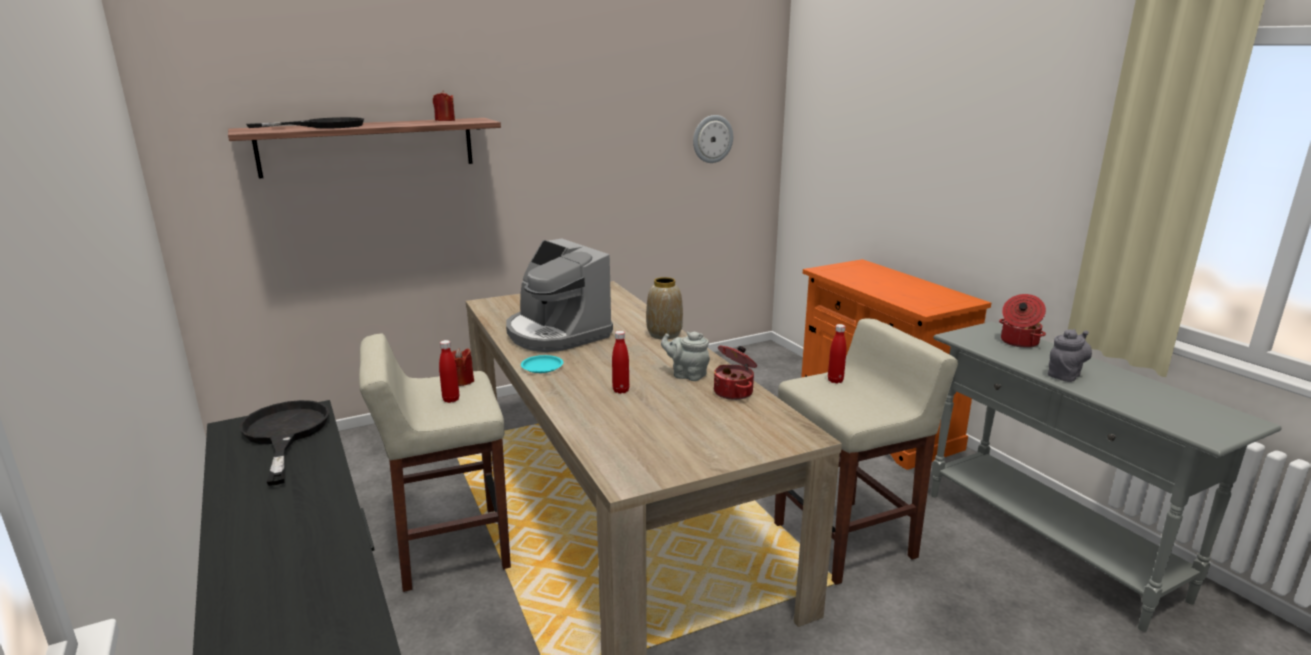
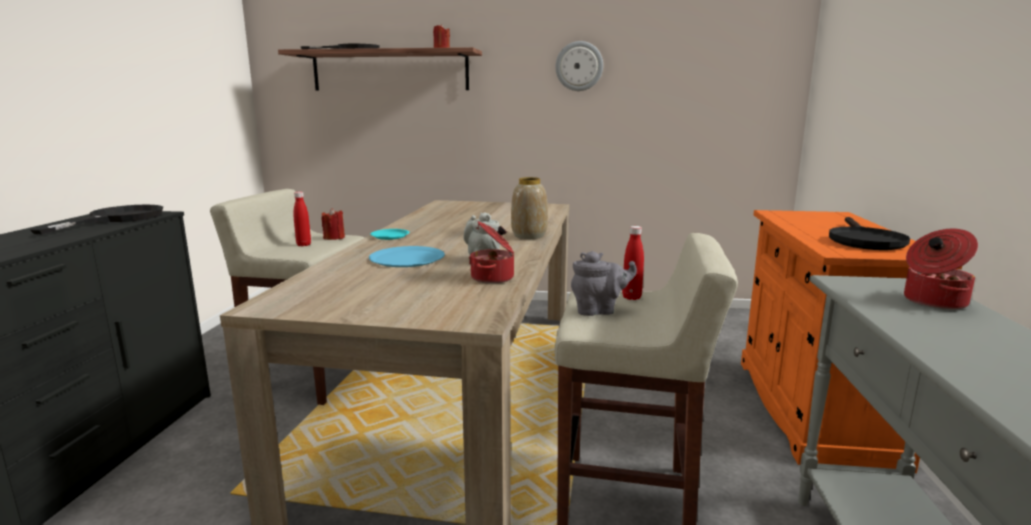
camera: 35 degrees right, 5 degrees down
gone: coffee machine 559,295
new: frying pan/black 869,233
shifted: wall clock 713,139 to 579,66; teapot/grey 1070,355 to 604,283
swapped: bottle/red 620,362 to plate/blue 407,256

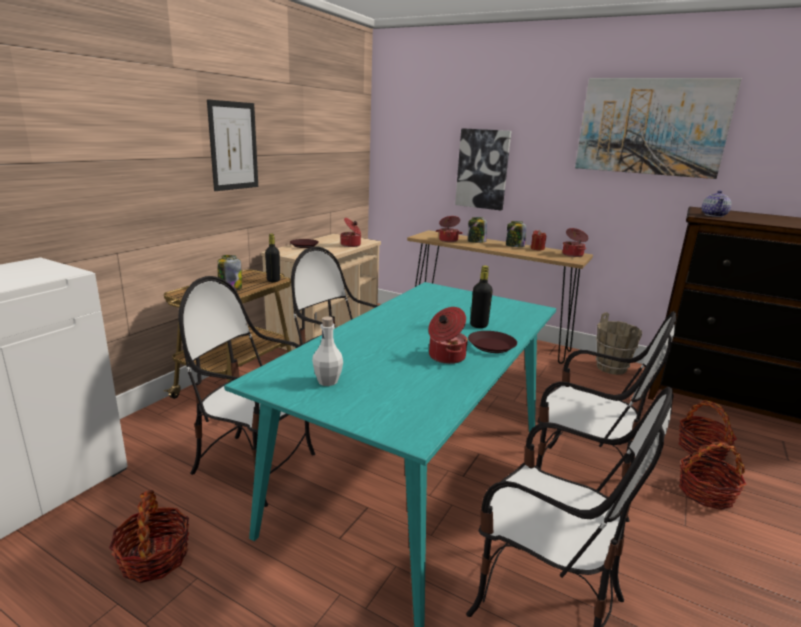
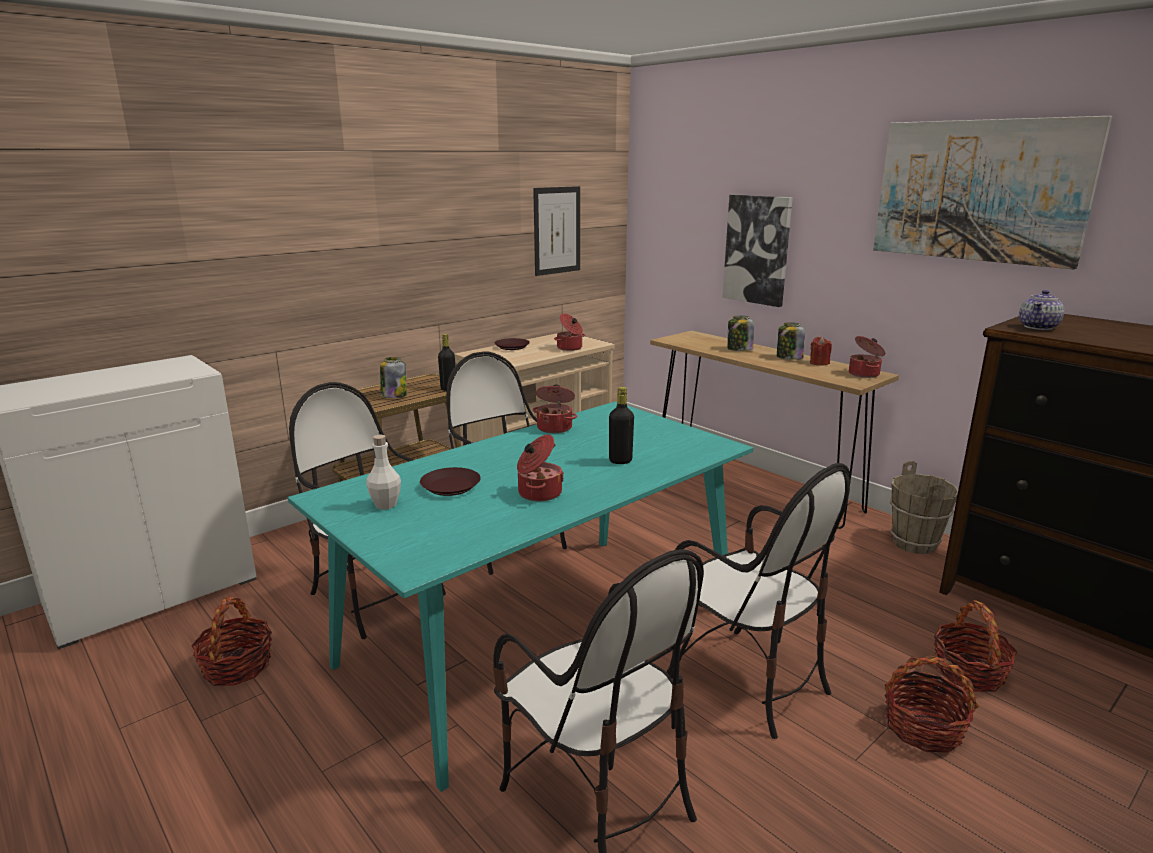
camera: 20 degrees right, 0 degrees up
shifted: picture 232,145 to 556,231; cooking pot 449,229 to 555,408; plate/brown 492,342 to 450,481

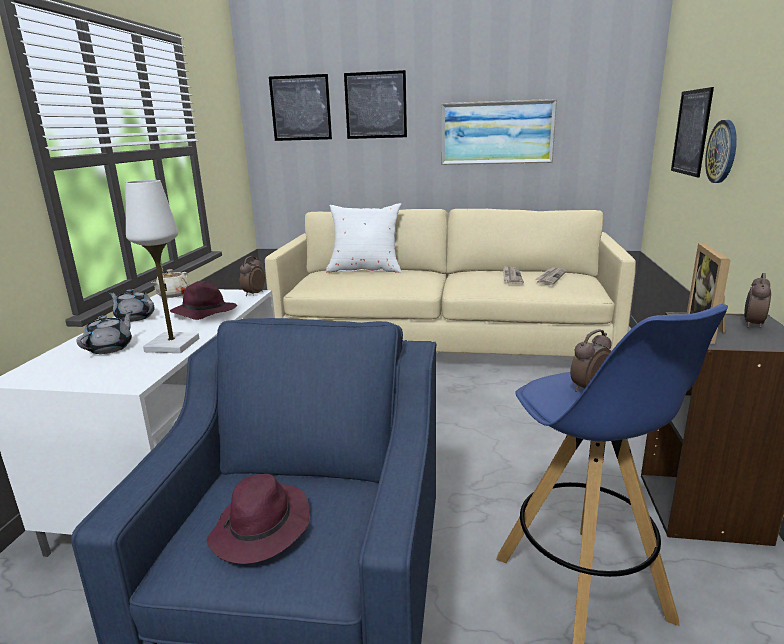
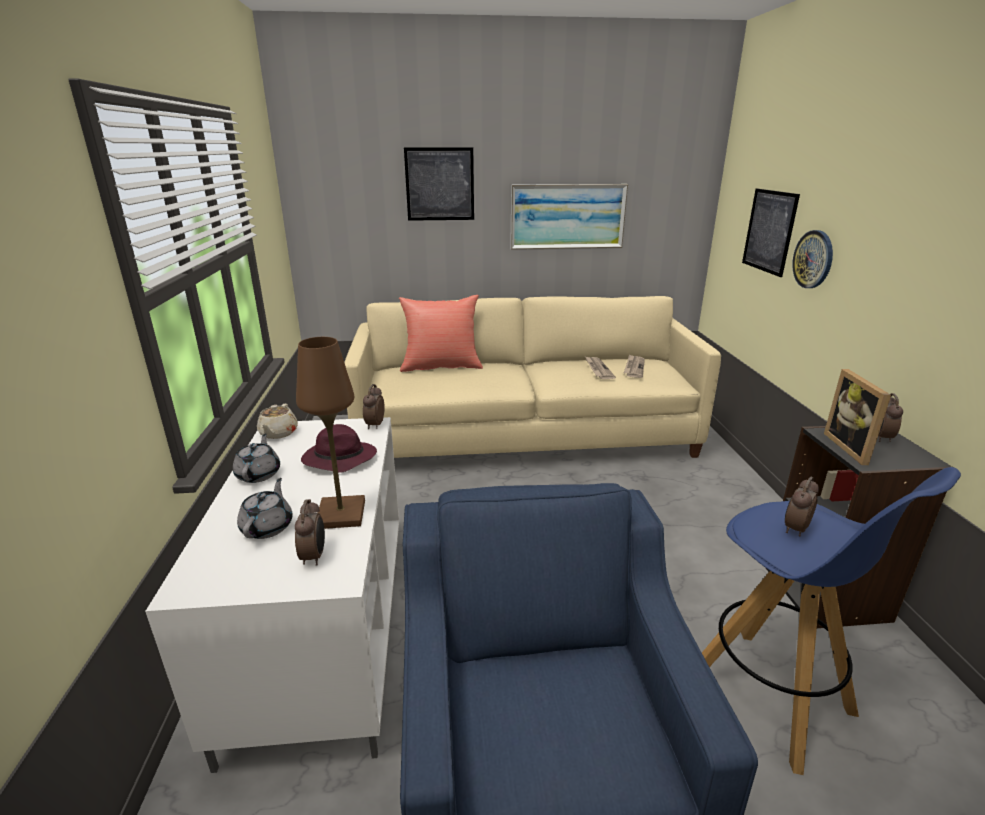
camera: 15 degrees left, 5 degrees up
gone: picture 300,107; hat/purple 258,519
new: alarm clock 310,532
repainted: table lamp/white 162,266 to table lamp/brown 330,433; pillow/white 364,238 to pillow/red 441,333
rotated: teapot/grey 132,305 = 256,458 75 degrees clockwise

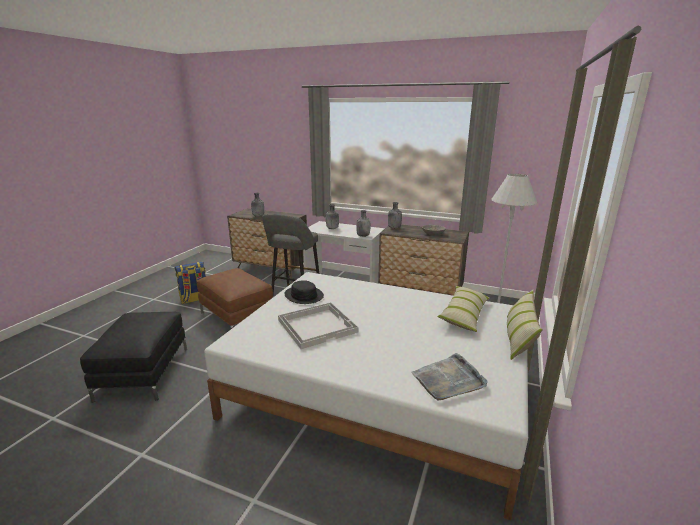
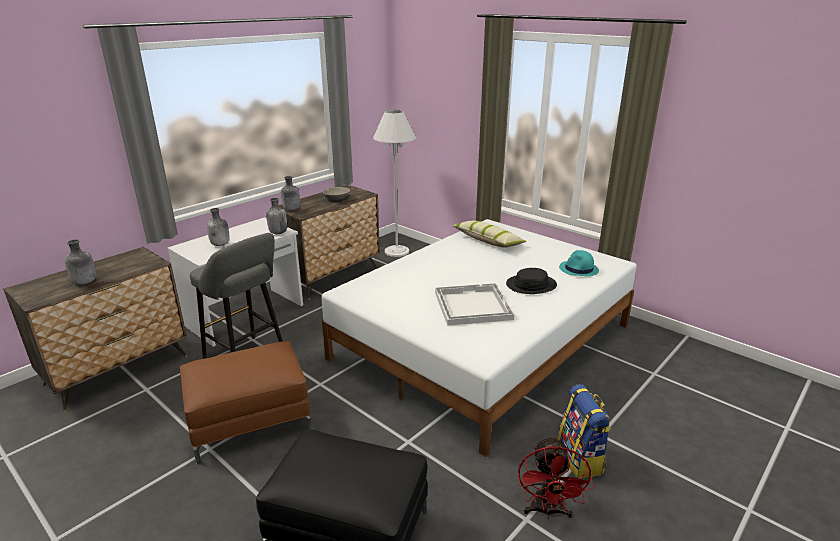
camera: 70 degrees left, 5 degrees up
gone: pillow 525,325
new: fan/red 555,477
shifted: backpack 190,283 to 584,431; hat/black 304,292 to 531,281
swapped: tray/grey 449,376 to hat/turquoise 579,263

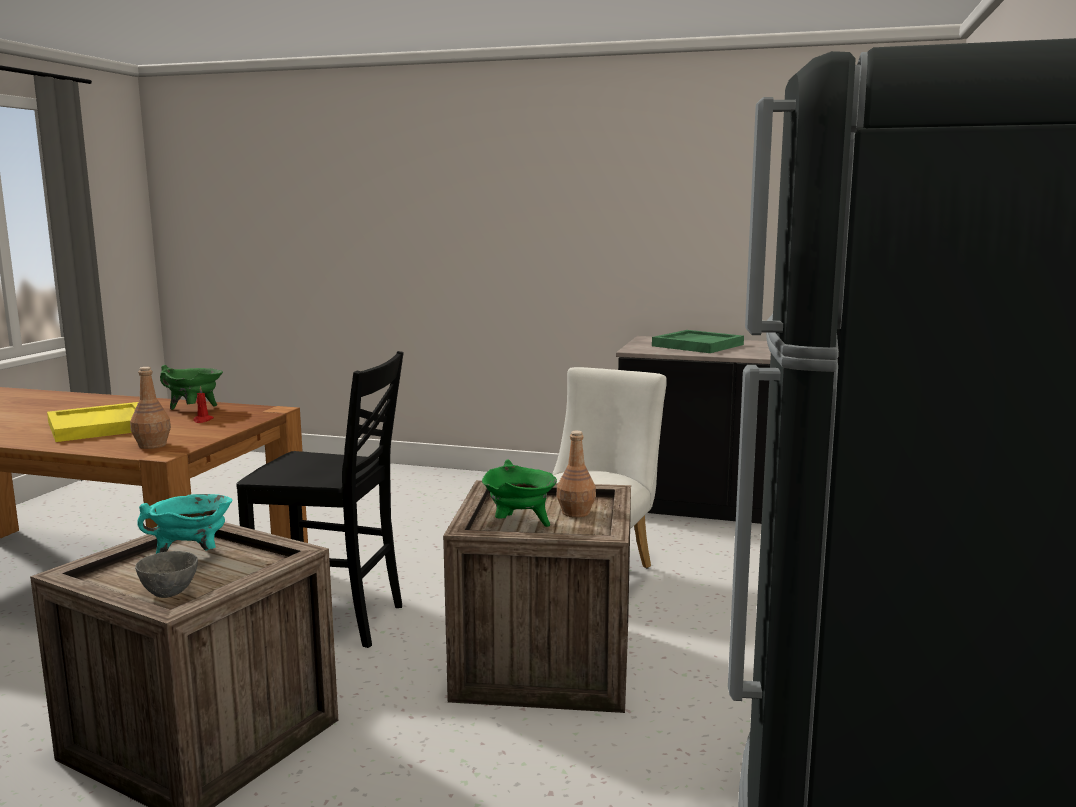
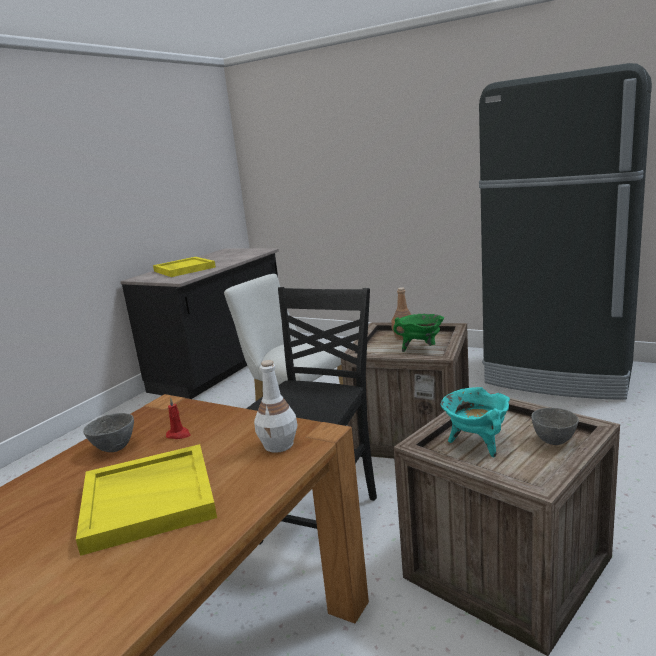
camera: 75 degrees left, 5 degrees up
swapped: cooking pot/green 191,387 to bowl/grey 108,432
repainted: tray/green 698,341 to tray/yellow 184,267; bottle/brown 150,408 to bottle/white 275,406

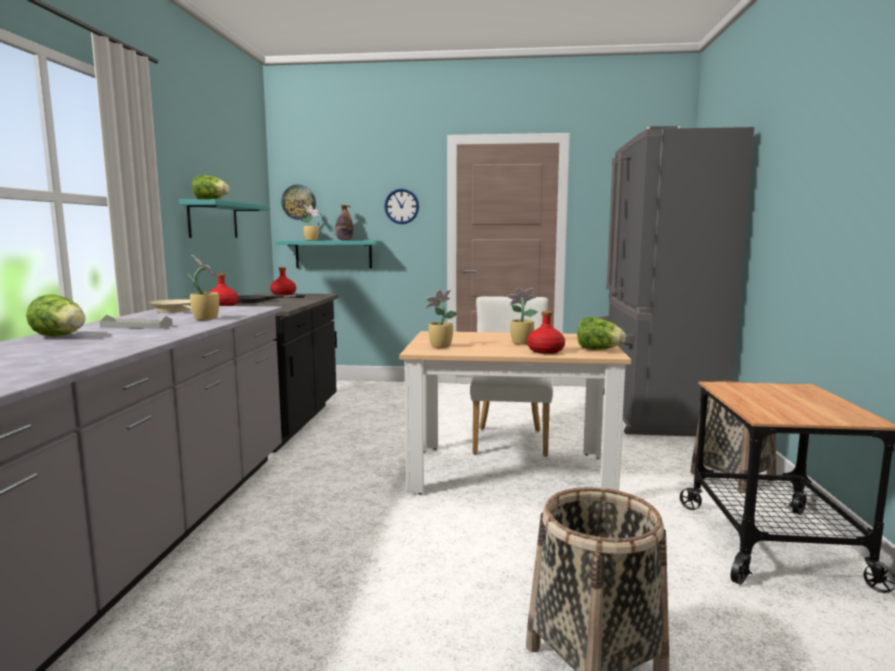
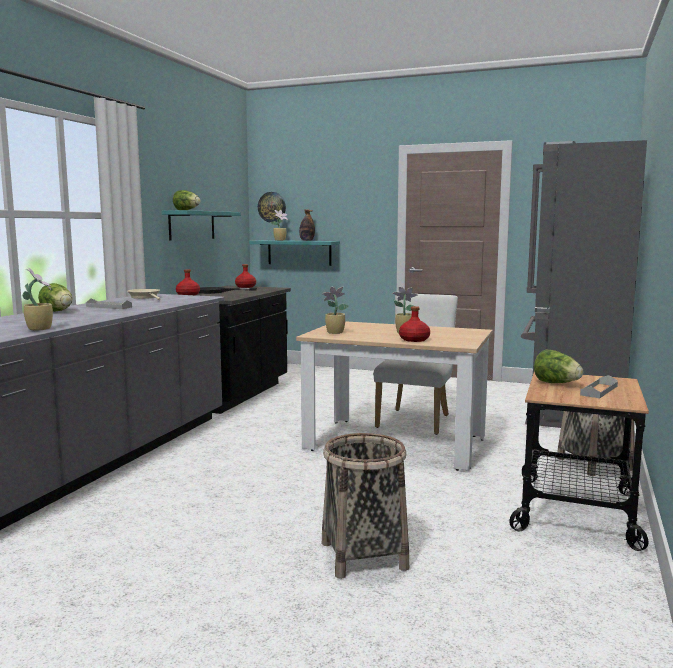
camera: 15 degrees right, 0 degrees up
gone: wall clock 401,206
new: tray/grey 599,386
shifted: potted plant 203,287 to 38,298; lettuce 601,333 to 558,366

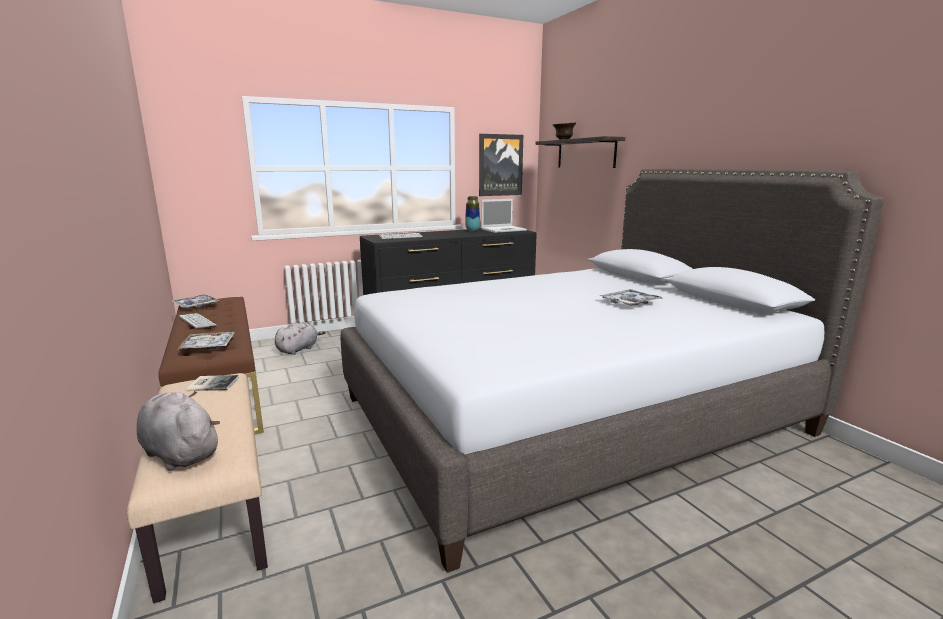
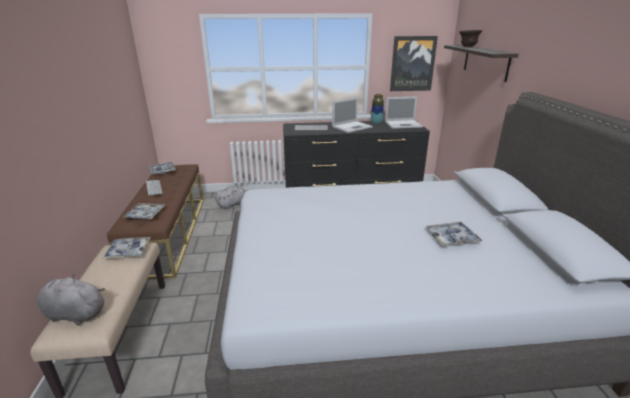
camera: 20 degrees right, 10 degrees up
new: laptop 352,115
swapped: book 212,383 to tray 127,247
rotated: plush toy/grey 178,431 = 71,299 45 degrees counterclockwise

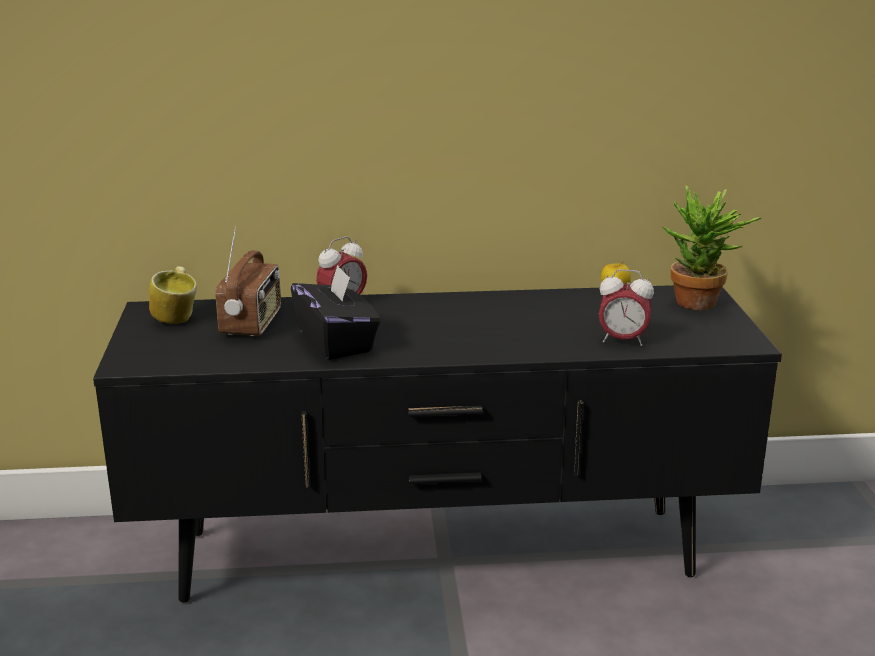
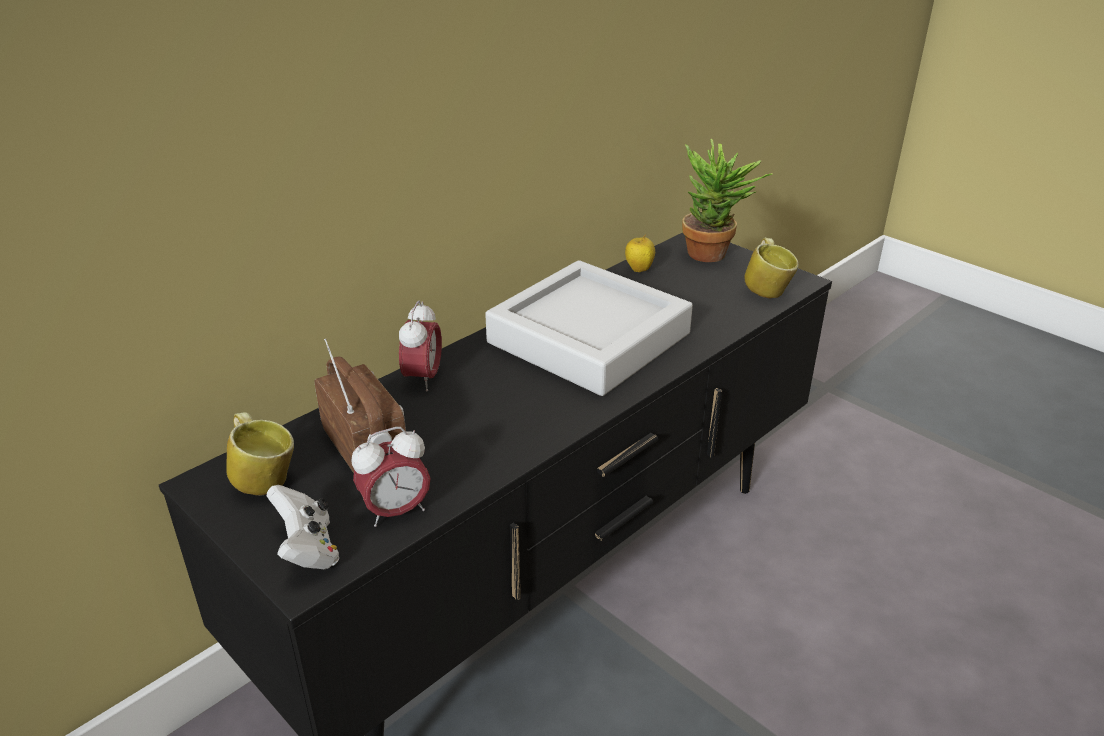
camera: 40 degrees left, 10 degrees up
gone: tissue box/black 336,312
new: mug 771,268; tray/grey 589,328; game controller/white 303,527
shifted: alarm clock 626,307 to 391,477

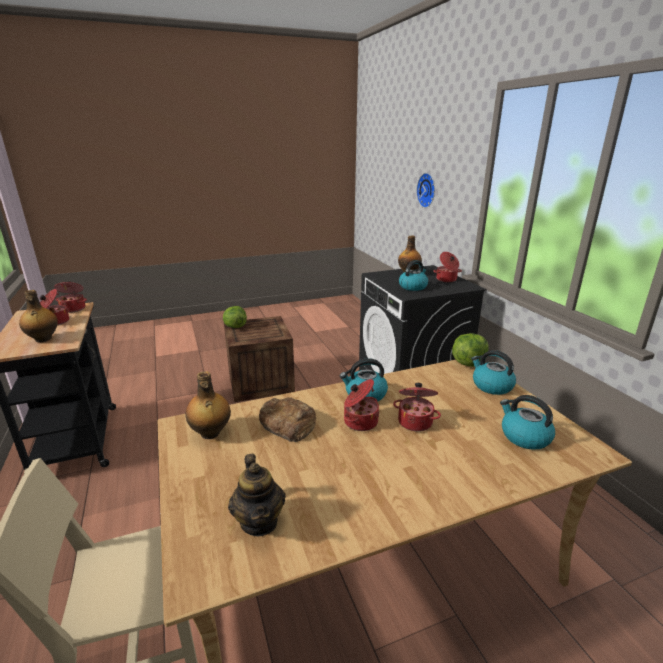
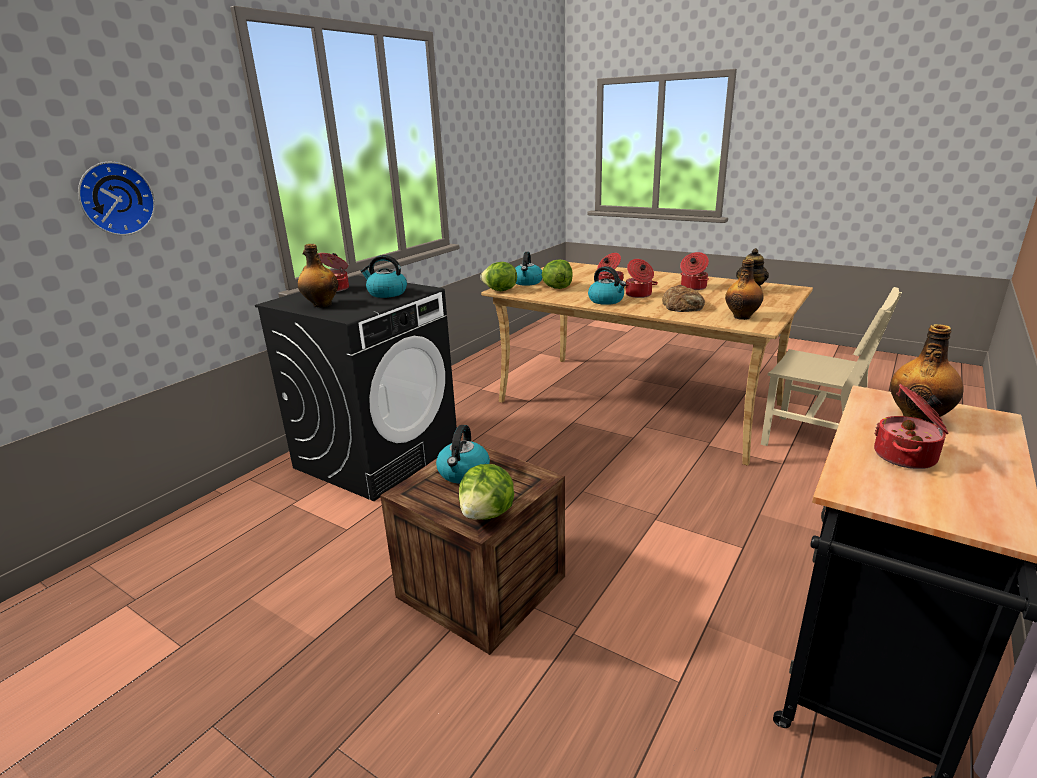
camera: 125 degrees left, 0 degrees up
new: lettuce 557,274
shifted: cooking pot 70,297 to 694,271; kettle 527,422 to 463,454

